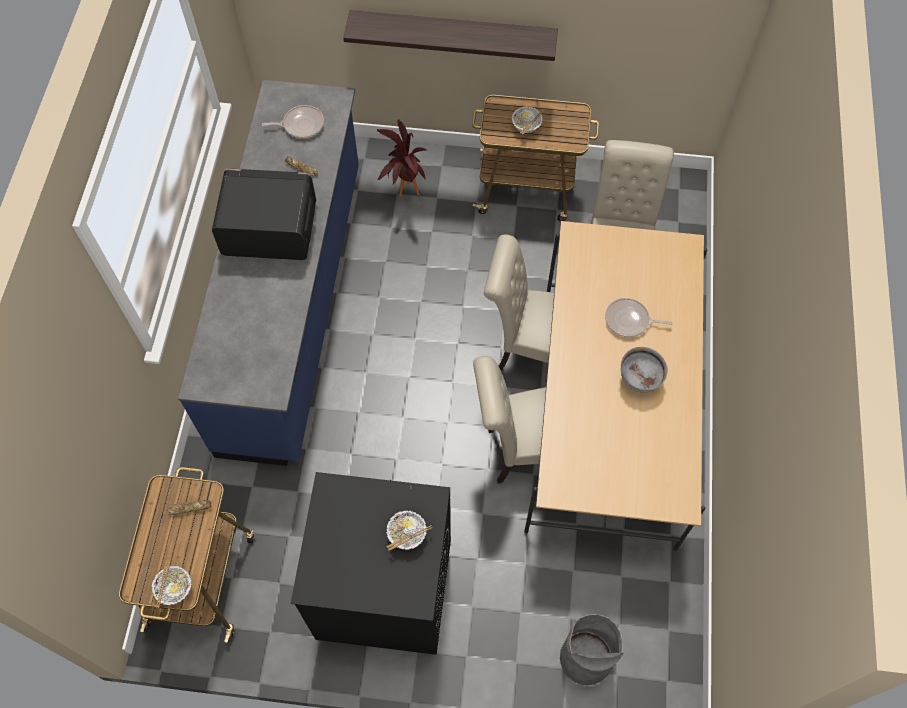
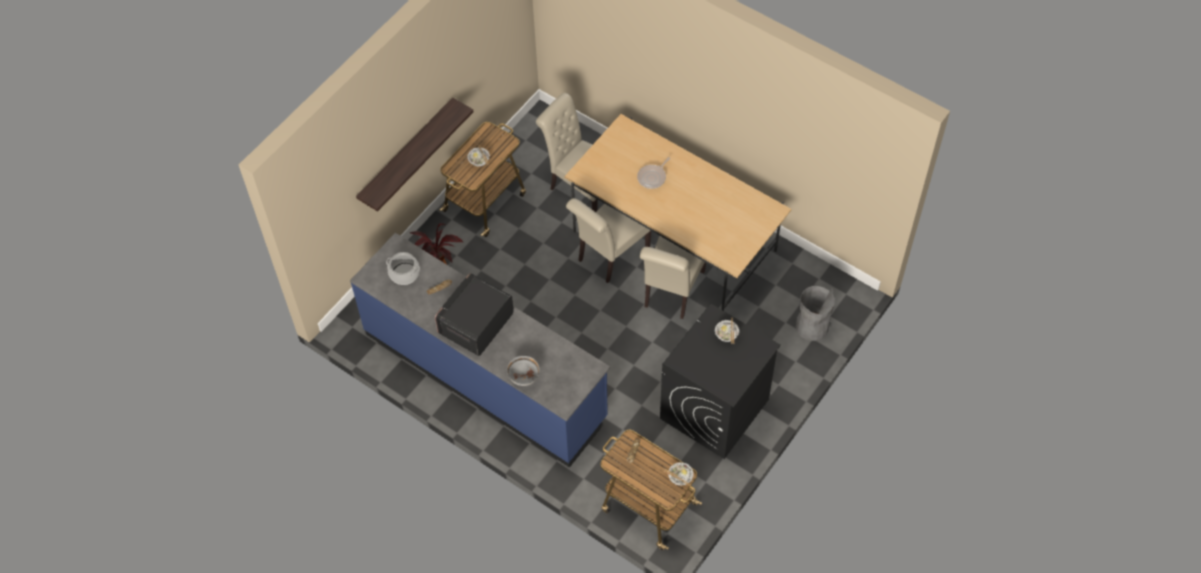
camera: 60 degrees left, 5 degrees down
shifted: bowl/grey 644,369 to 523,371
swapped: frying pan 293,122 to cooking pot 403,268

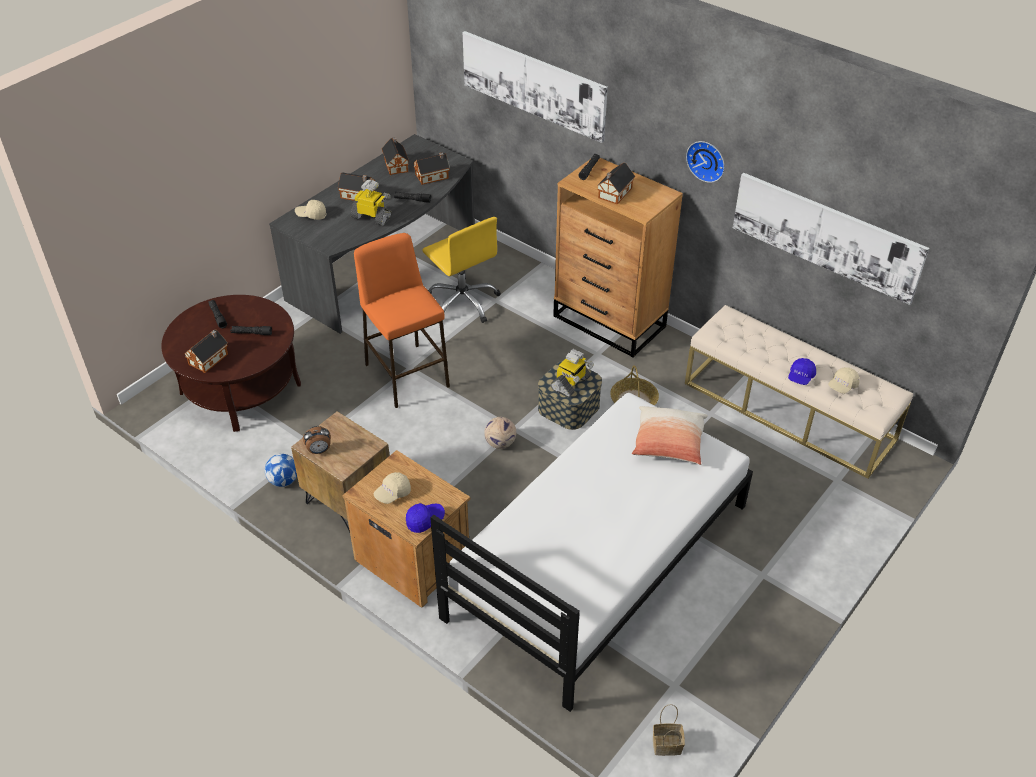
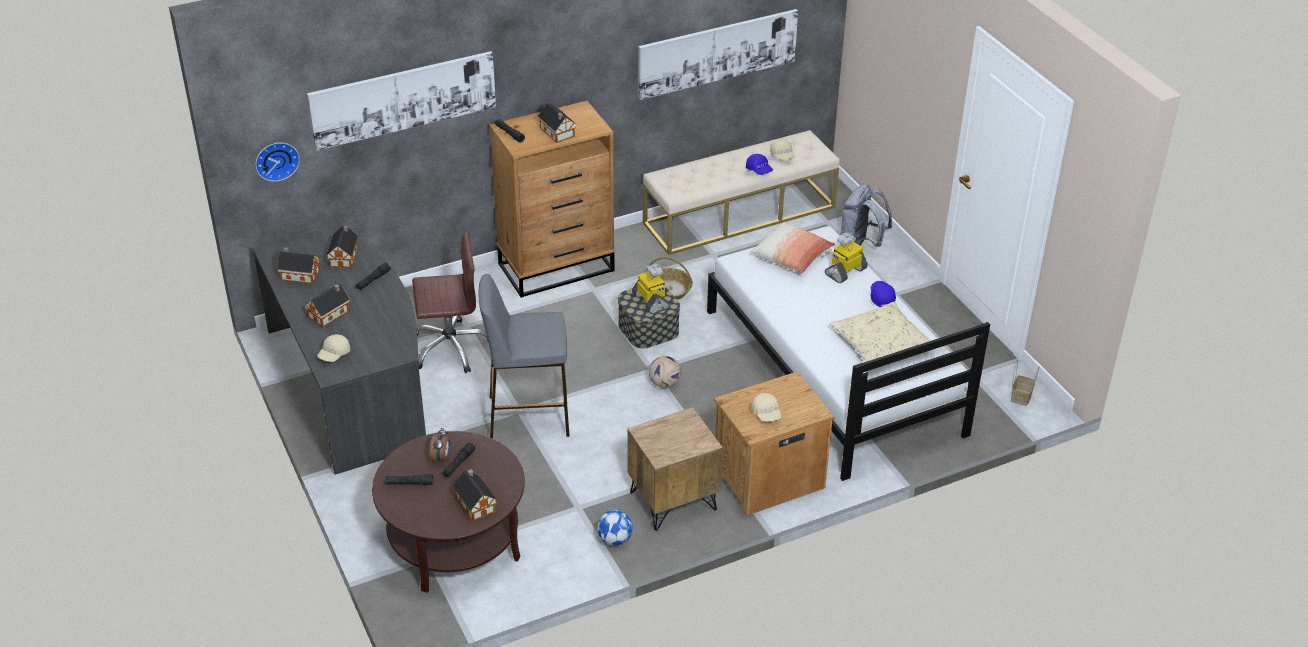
camera: 65 degrees left, 5 degrees down
new: backpack/grey 866,215; pillow/beige 879,336
shifted: wall clock 705,162 to 277,162; toy robot 371,203 to 846,257; alarm clock 317,440 to 439,445; cap/blue 425,518 to 883,294
repainted: office chair/yellow 462,270 to office chair/brown 450,302; stool/orange 402,320 to stool/grey 524,356

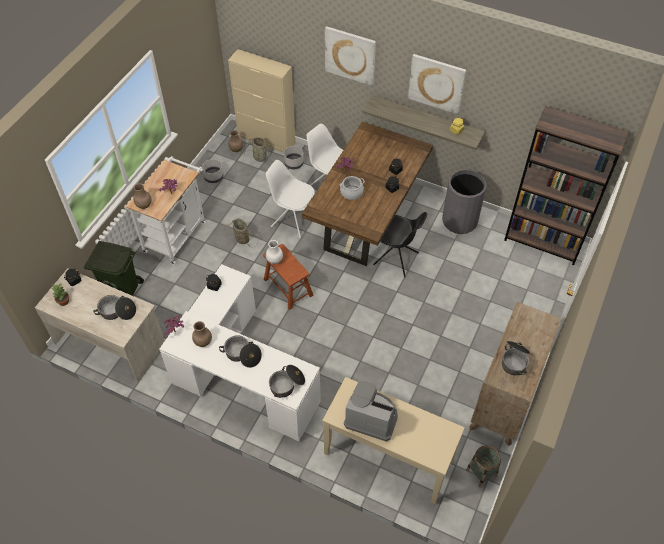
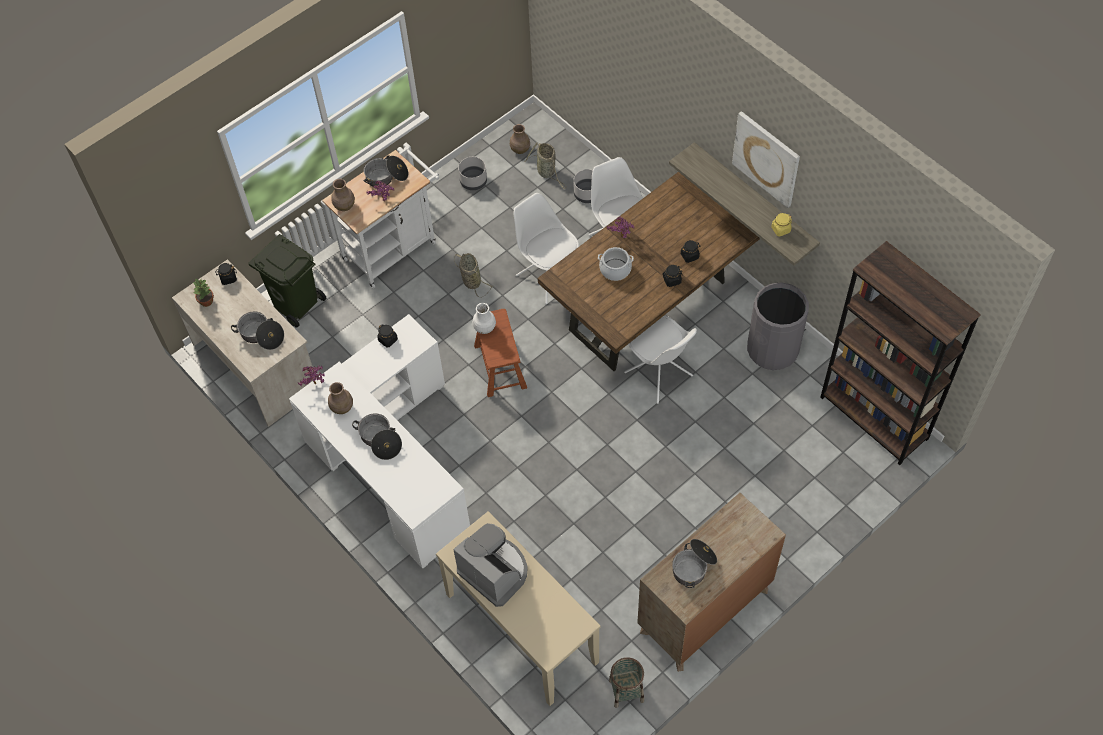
camera: 25 degrees right, 5 degrees up
gone: picture 350,56; cabinet/beige 262,101
shifted: cooking pot 287,381 to 385,171
repainted: chair/black 400,244 to chair/white 660,359

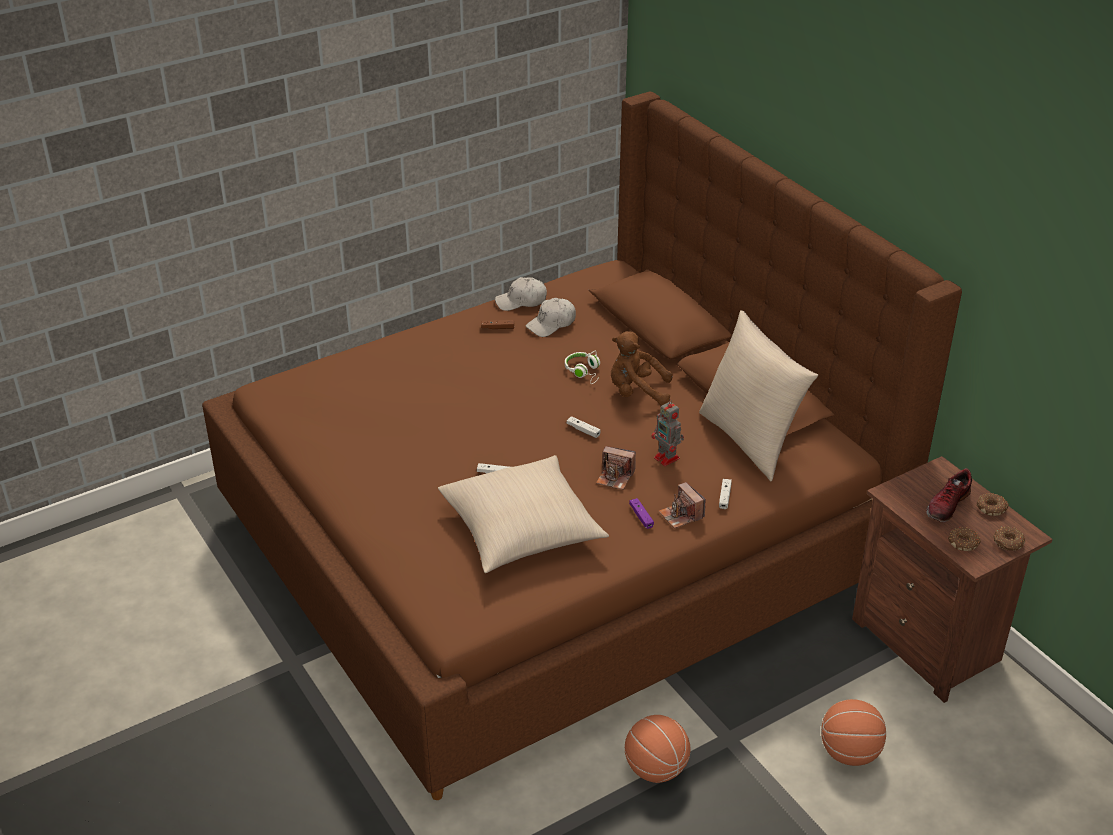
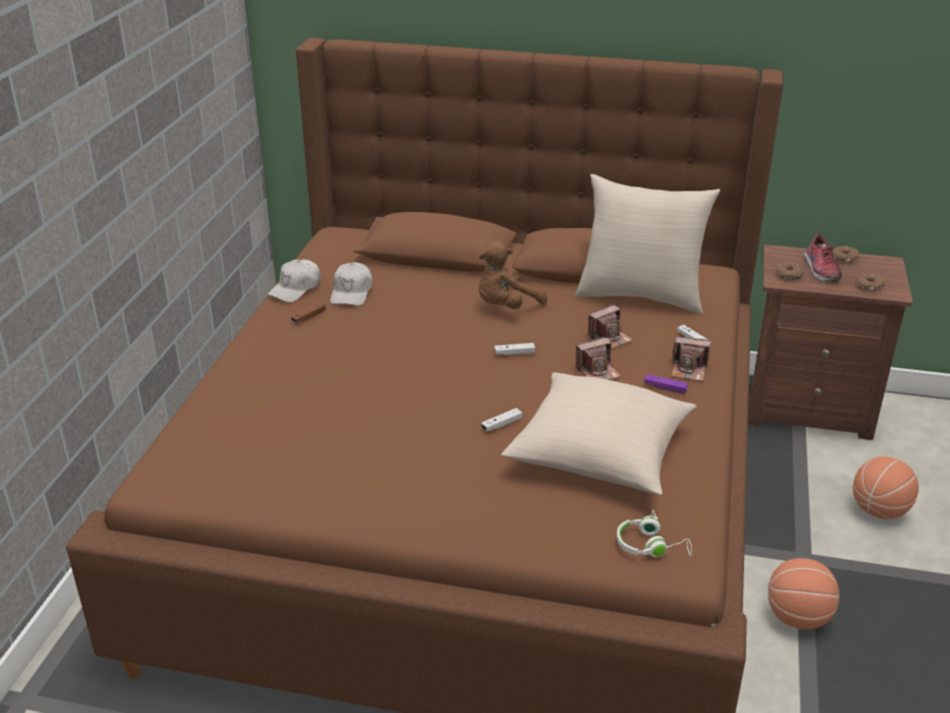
camera: 45 degrees left, 5 degrees down
shifted: headphones/white 582,367 to 654,533; donut 1009,538 to 790,271
swapped: toy robot 667,432 to photo camera 610,326

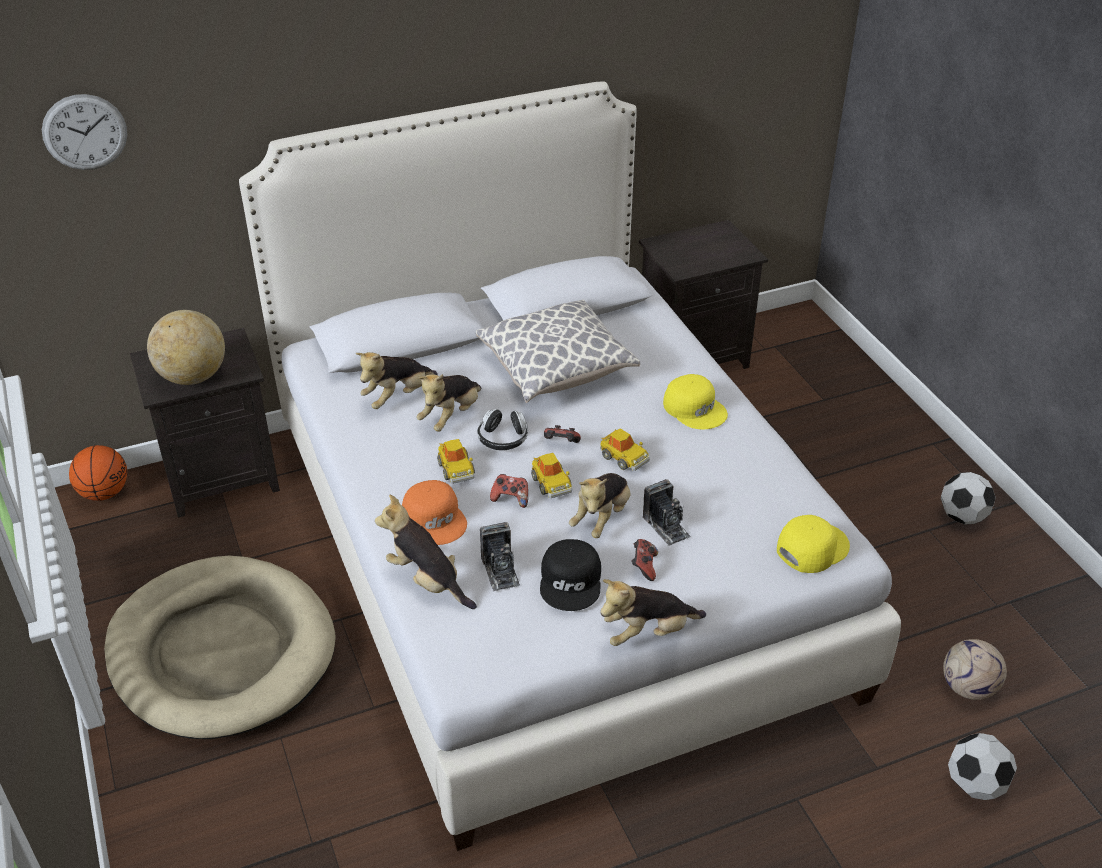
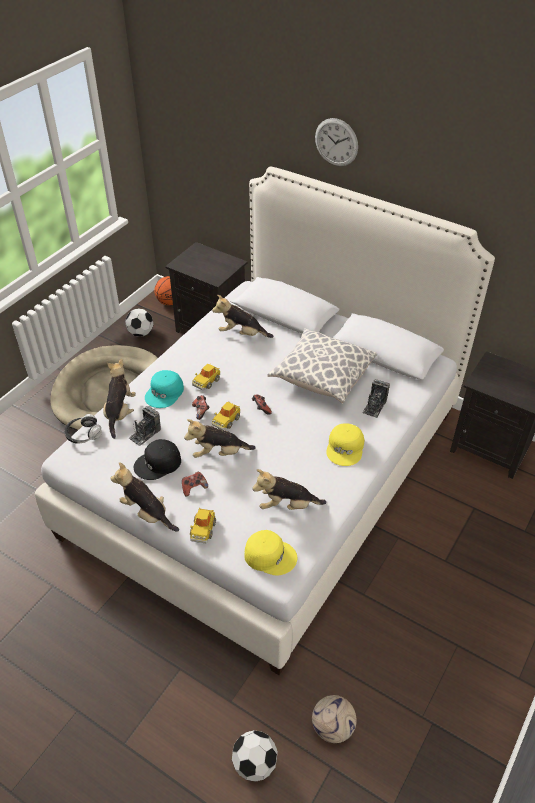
camera: 55 degrees right, 5 degrees up
gone: globe 186,347
shifted: wall clock 84,132 to 336,142; plush toy 449,403 to 289,489; headphones 502,430 to 83,428; toy car 625,449 to 203,525; football 968,498 to 139,322; photo camera 667,512 to 376,398
repainted: cap/orange 434,512 to cap/turquoise 164,389

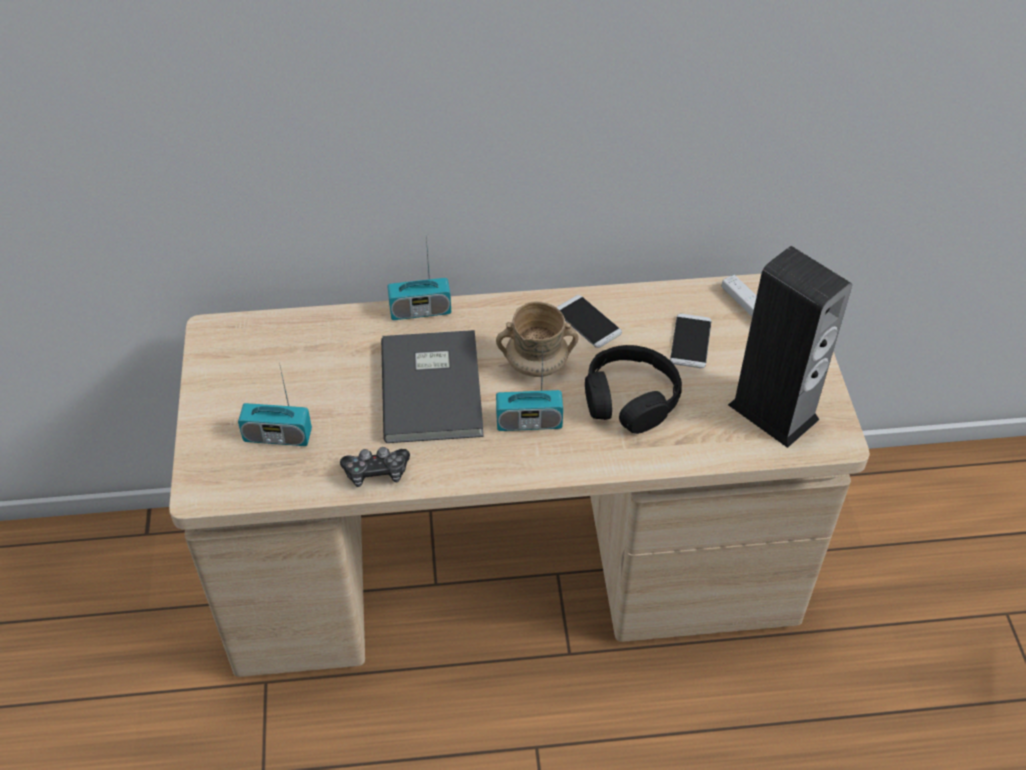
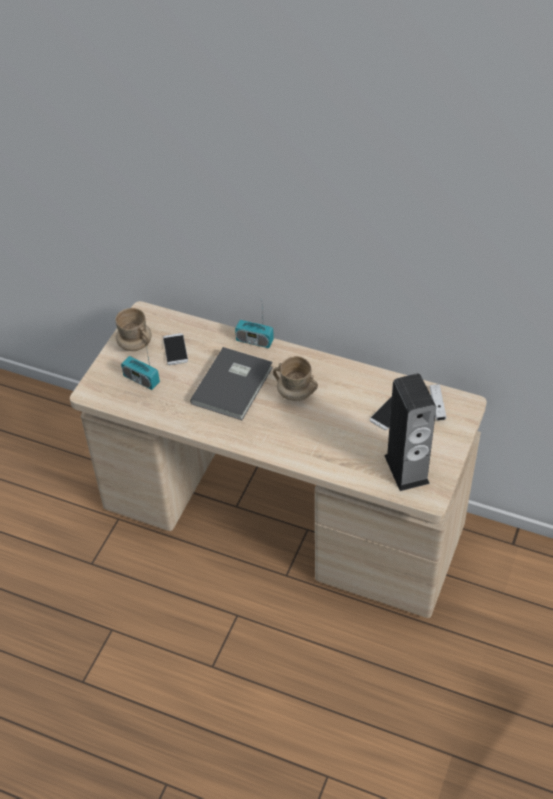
camera: 30 degrees right, 0 degrees up
gone: headphones/black 633,389; radio 529,391; game controller 375,467
new: mug/beige 134,329
shifted: phone 589,321 to 175,349

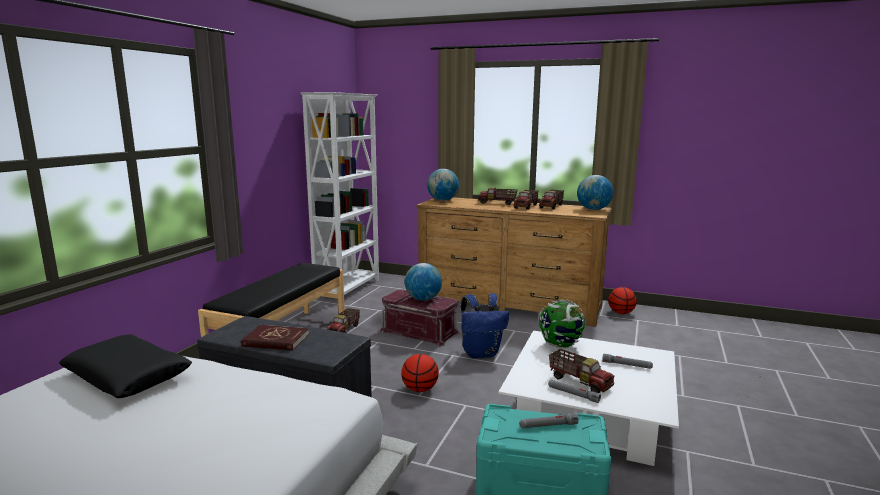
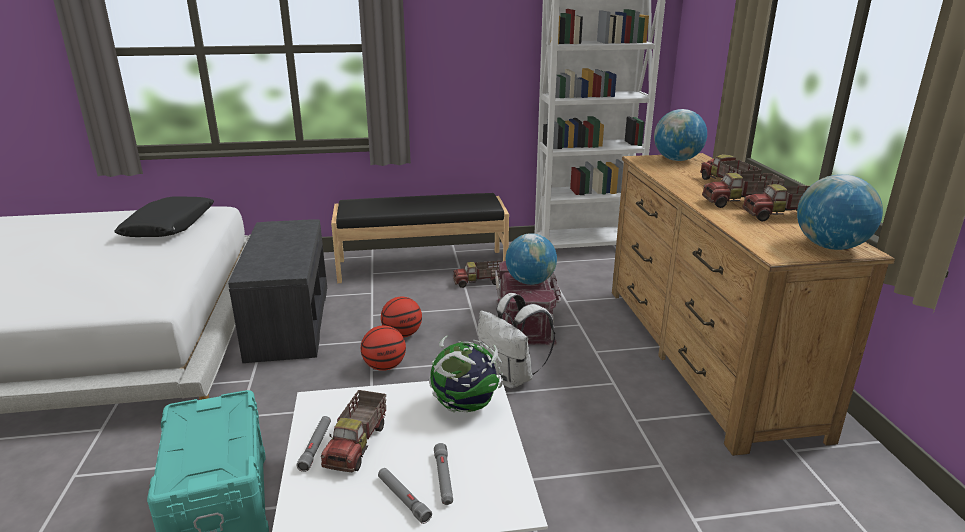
camera: 60 degrees right, 10 degrees up
gone: book/red 275,337
shifted: basketball 622,300 to 401,317; flashlight/grey 549,420 to 405,496
repainted: backpack/blue 485,325 to backpack/white 516,340

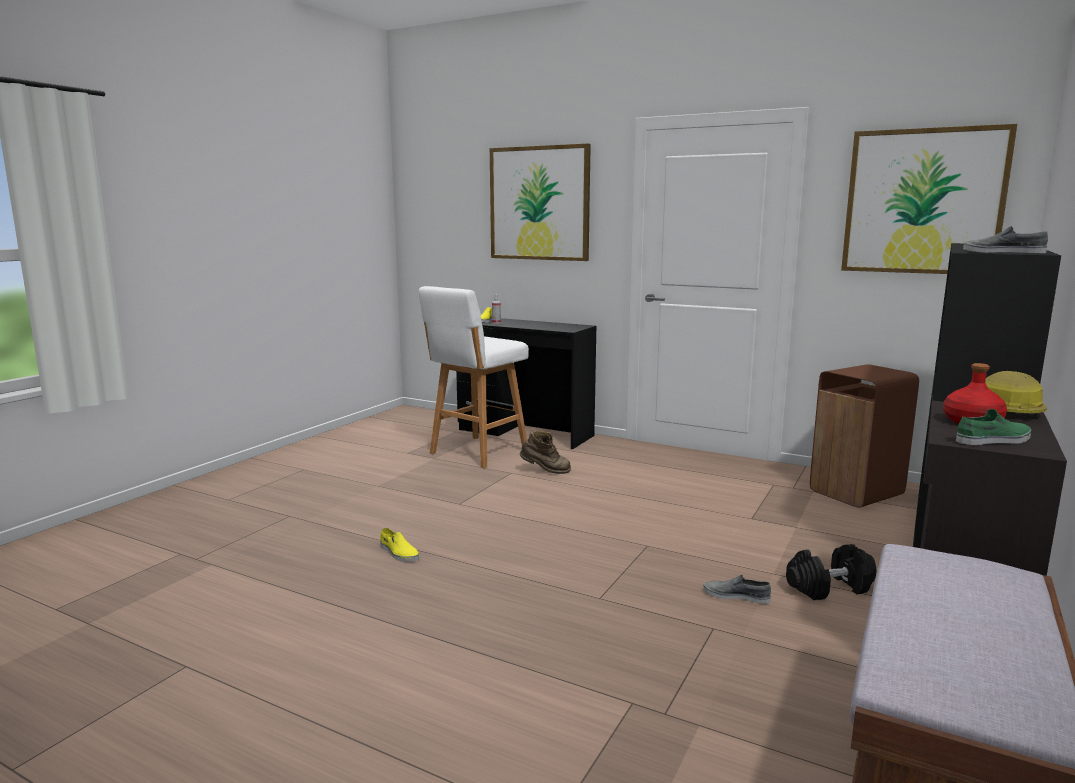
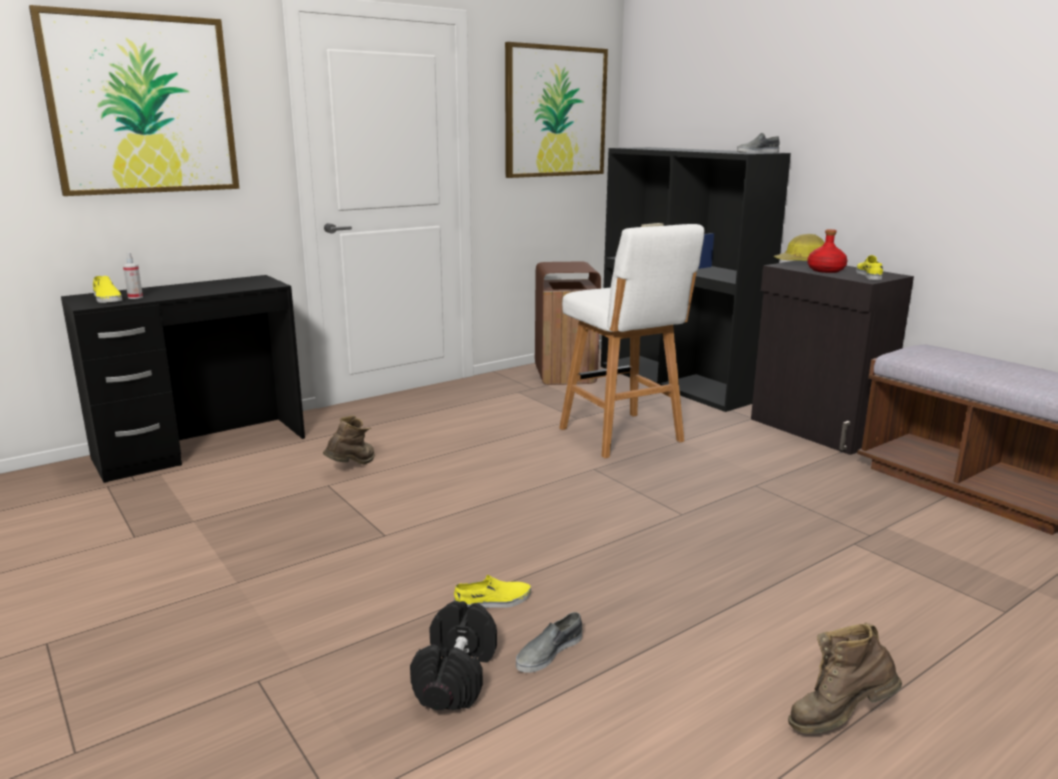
camera: 65 degrees left, 5 degrees up
new: boot/brown 845,678
shifted: stool/white 474,377 to 632,341; dumbbell/black 831,572 to 453,655; shoe/grey 737,589 to 549,642
repainted: shoe/green 993,427 to shoe/yellow 869,267

